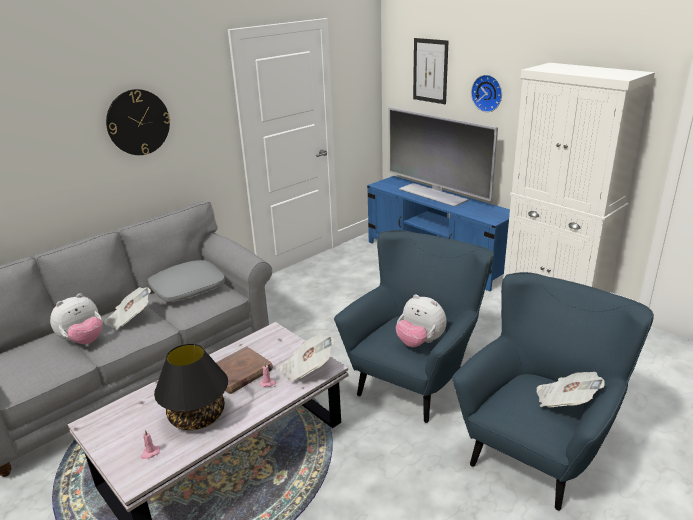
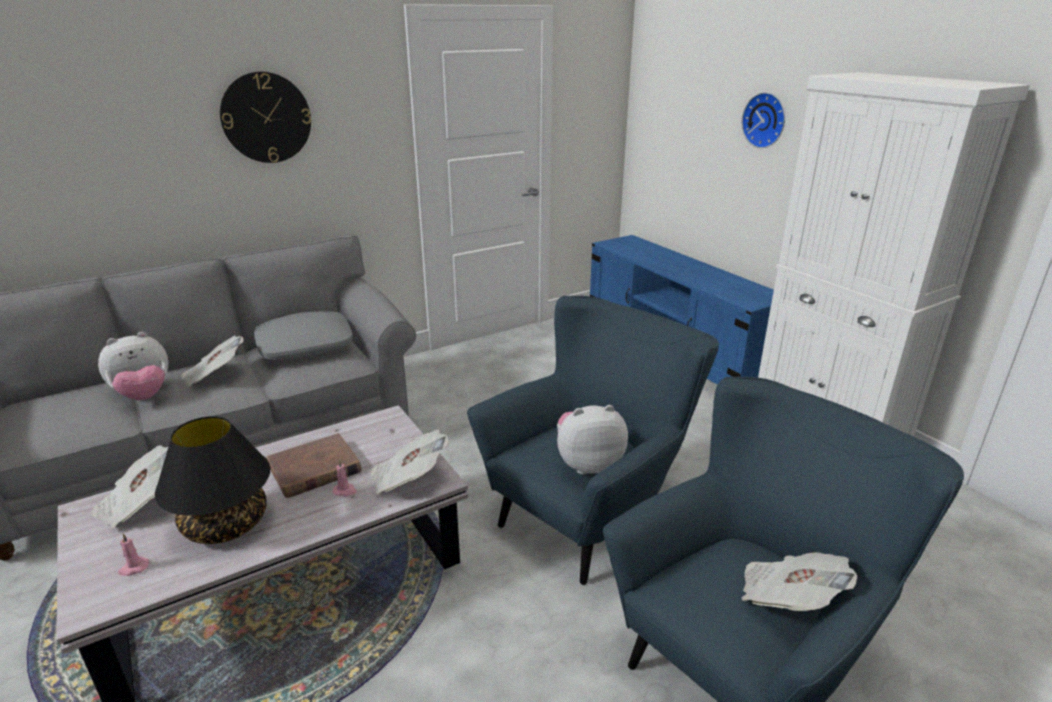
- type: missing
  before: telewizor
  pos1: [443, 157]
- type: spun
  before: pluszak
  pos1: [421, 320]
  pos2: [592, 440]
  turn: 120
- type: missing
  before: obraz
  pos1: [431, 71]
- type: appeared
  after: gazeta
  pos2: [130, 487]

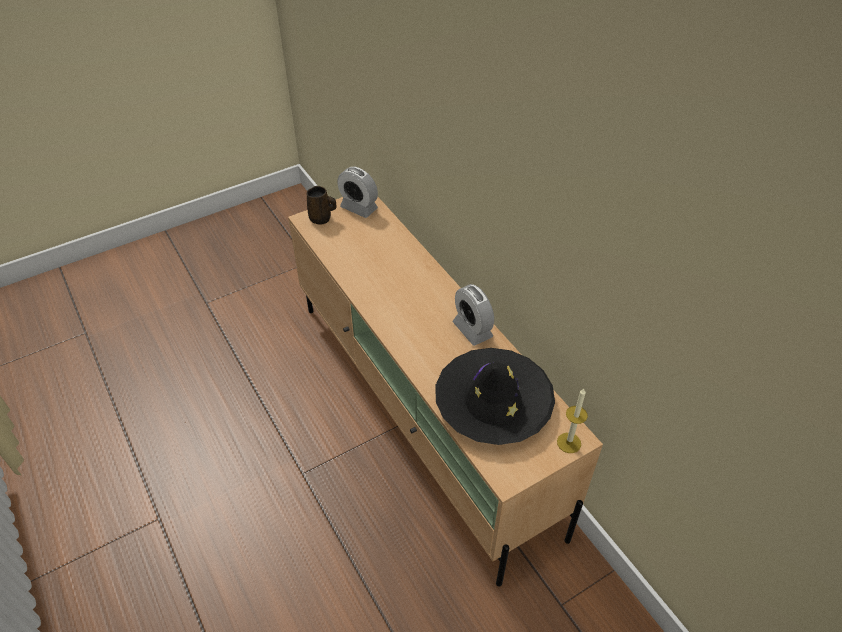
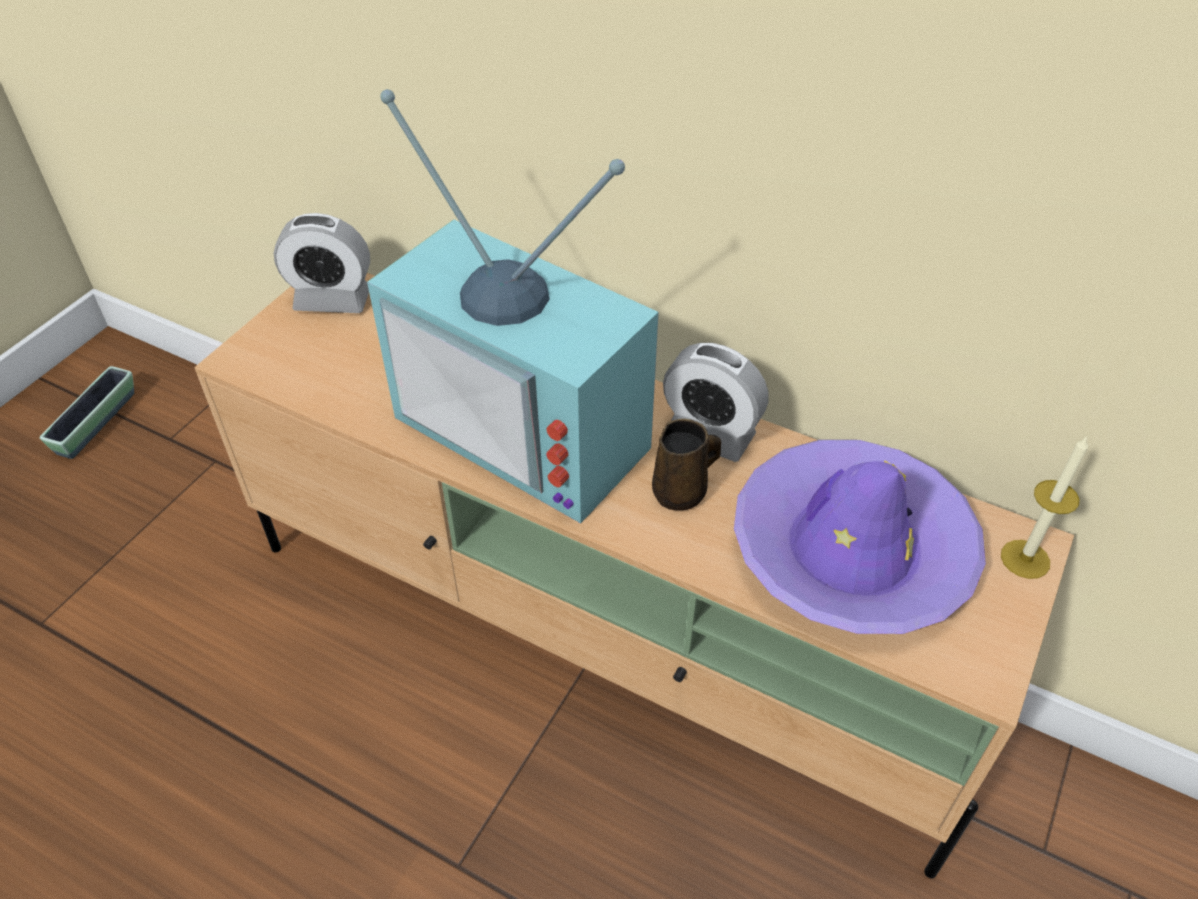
- type: relocated
  before: kubek (brązowy)
  pos1: [321, 205]
  pos2: [686, 464]
- type: colour
  before: kapelusz (czarny)
  after: kapelusz (fioletowy)
  pos1: [495, 396]
  pos2: [860, 537]
- type: appeared
  after: donica
  pos2: [87, 412]
- type: appeared
  after: telewizor
  pos2: [513, 306]

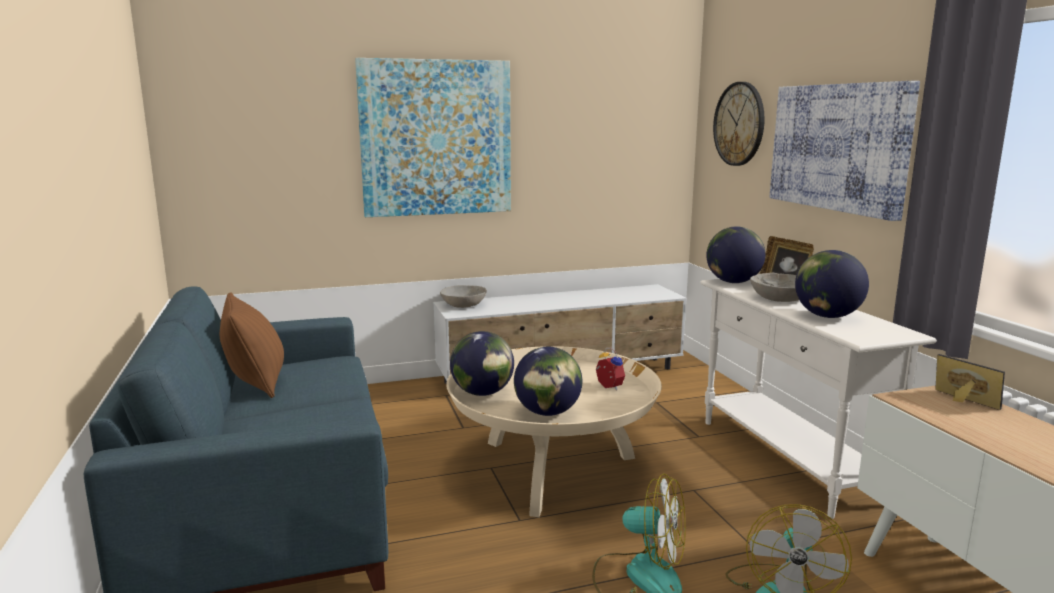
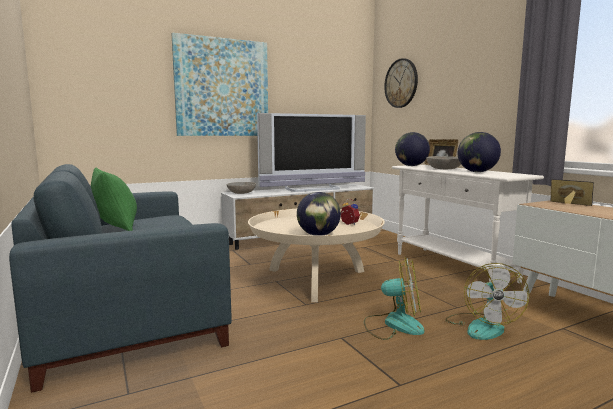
- type: colour
  before: poduszka (brązowy)
  after: poduszka (zielony)
  pos1: [252, 345]
  pos2: [114, 199]
- type: missing
  before: globus
  pos1: [482, 363]
- type: missing
  before: obraz
  pos1: [845, 151]
- type: appeared
  after: telewizor
  pos2: [311, 152]

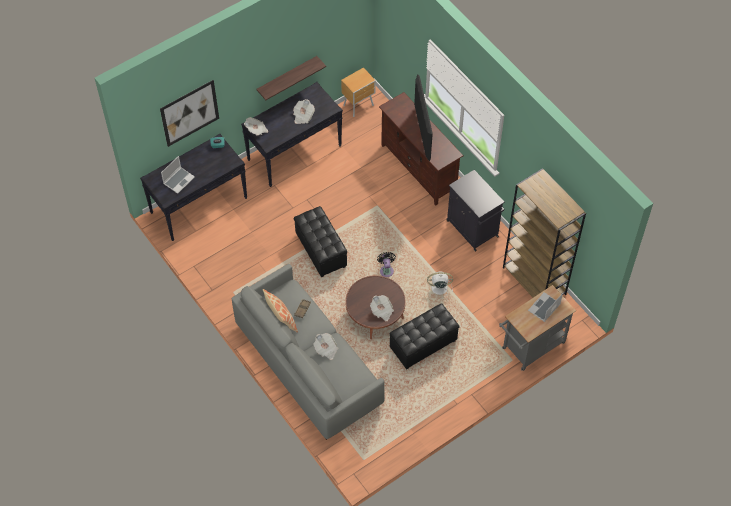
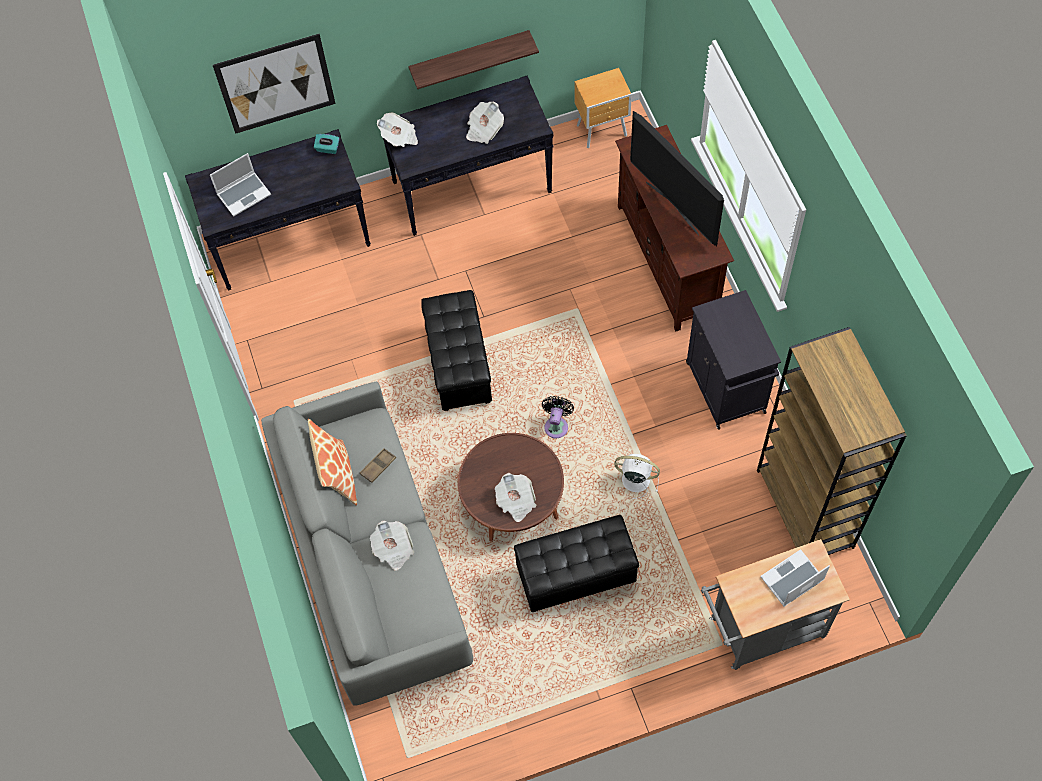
- type: spun
  before: telewizor
  pos1: [423, 118]
  pos2: [677, 178]
  turn: 135

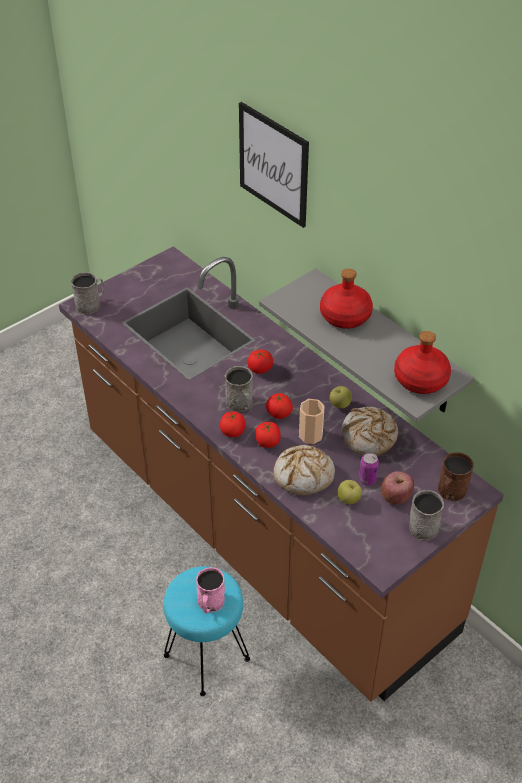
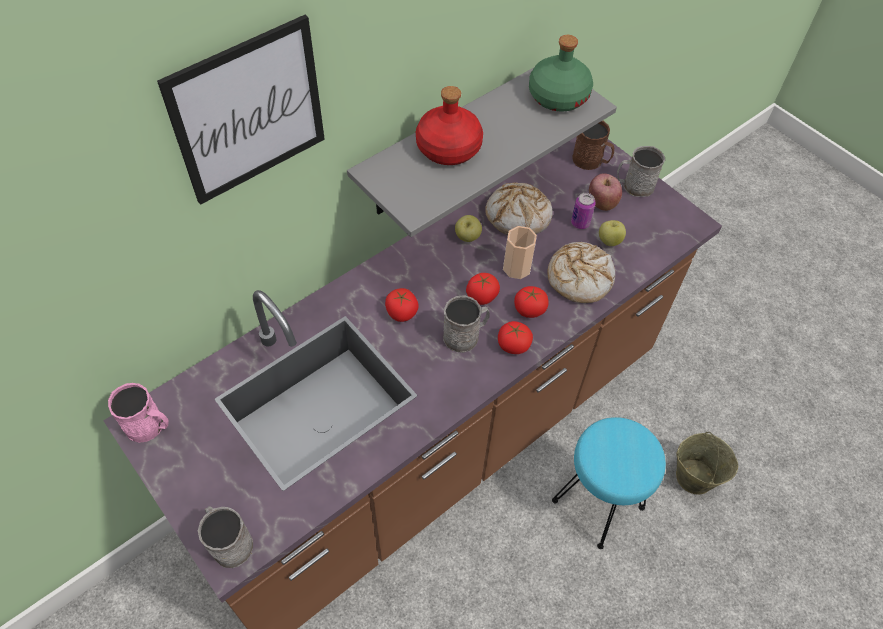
- type: relocated
  before: kubek (różowy)
  pos1: [210, 590]
  pos2: [138, 413]
- type: colour
  before: butelka (czerwony)
  after: butelka (zielony)
  pos1: [422, 362]
  pos2: [561, 73]
- type: appeared
  after: wiadro (beżowy)
  pos2: [707, 463]

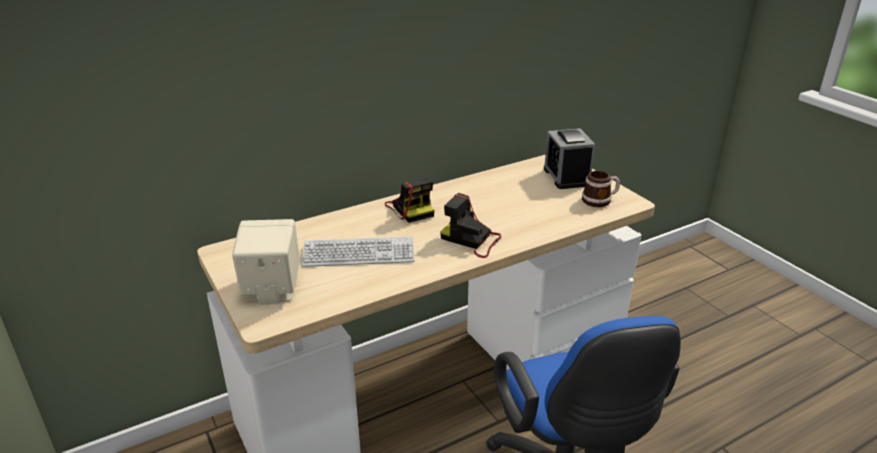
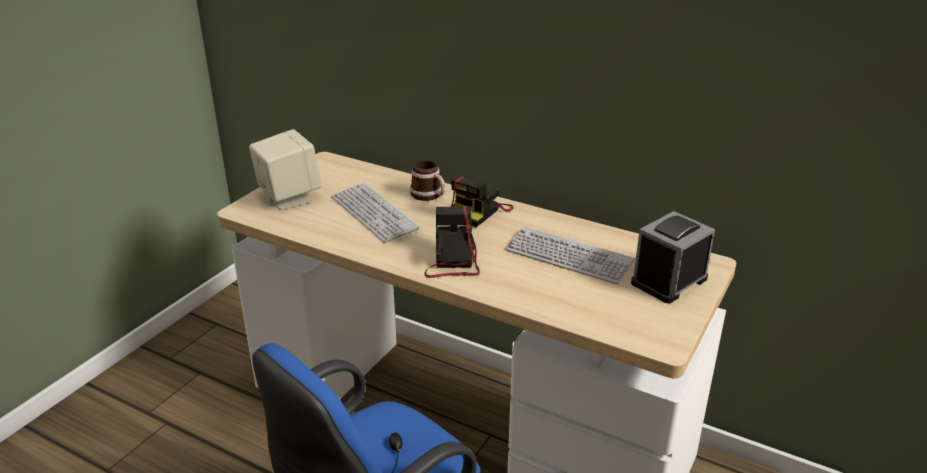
- type: relocated
  before: kubek
  pos1: [601, 189]
  pos2: [427, 181]
- type: appeared
  after: klawiatura
  pos2: [569, 255]

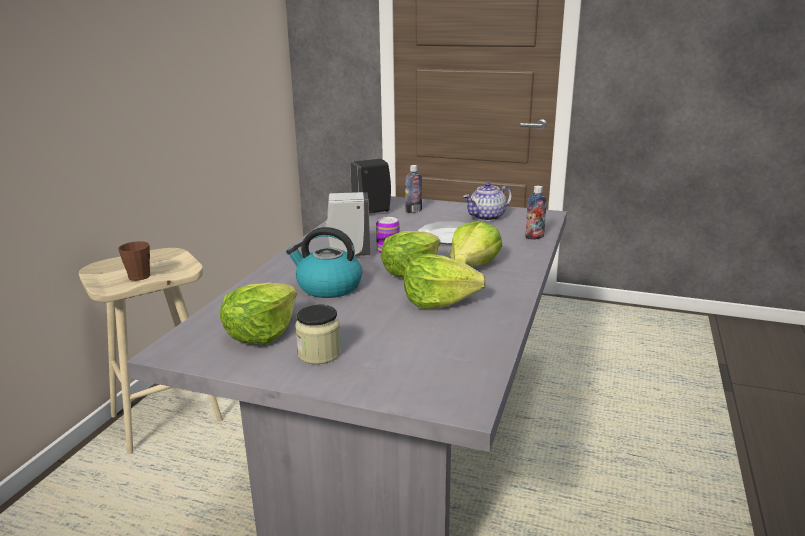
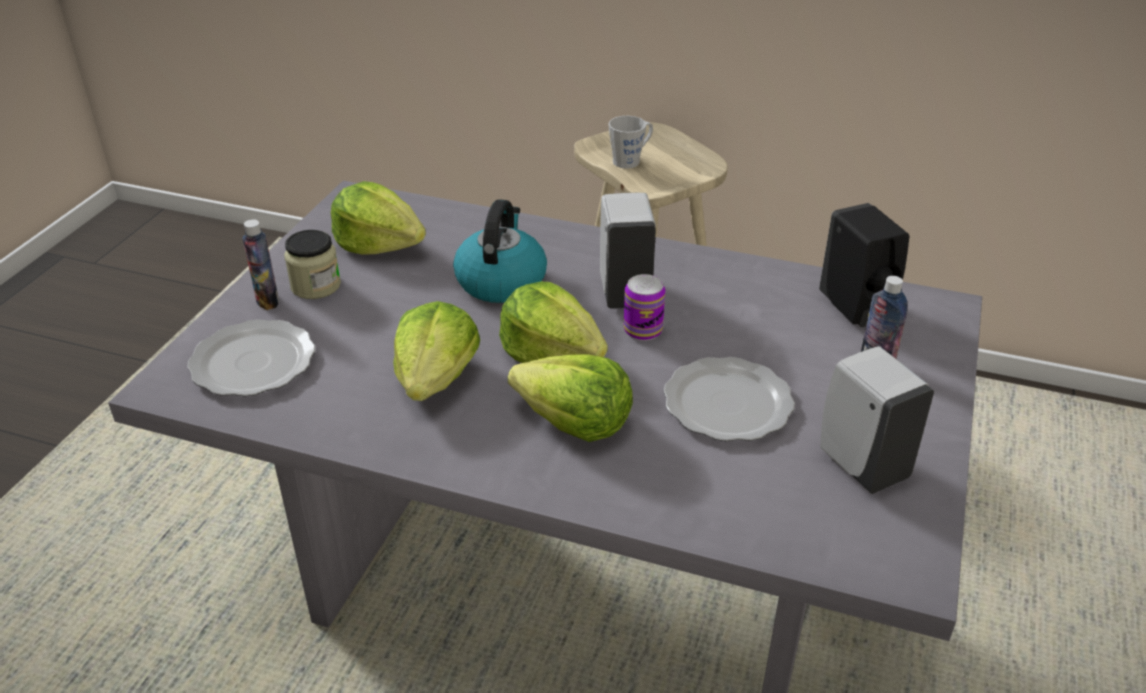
- type: colour
  before: kubek (brązowy)
  after: kubek (szary)
  pos1: [134, 261]
  pos2: [631, 142]
- type: exchanged
  before: imbryk
  after: dozownik mydła (biały)
  pos1: [487, 201]
  pos2: [877, 420]
- type: relocated
  before: butelka
  pos1: [536, 213]
  pos2: [260, 264]
- type: appeared
  after: talerz
  pos2: [251, 358]

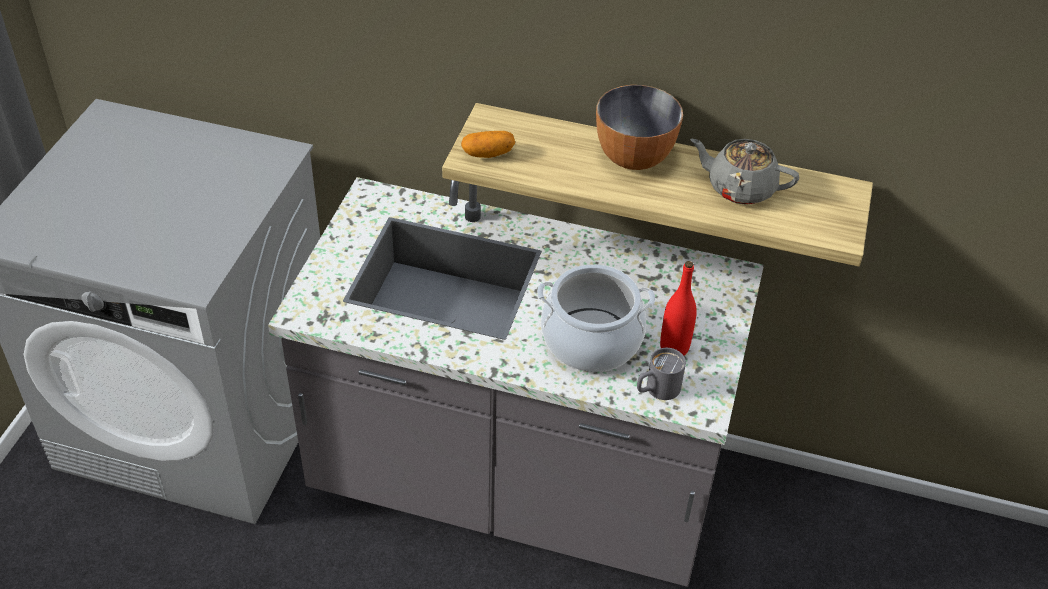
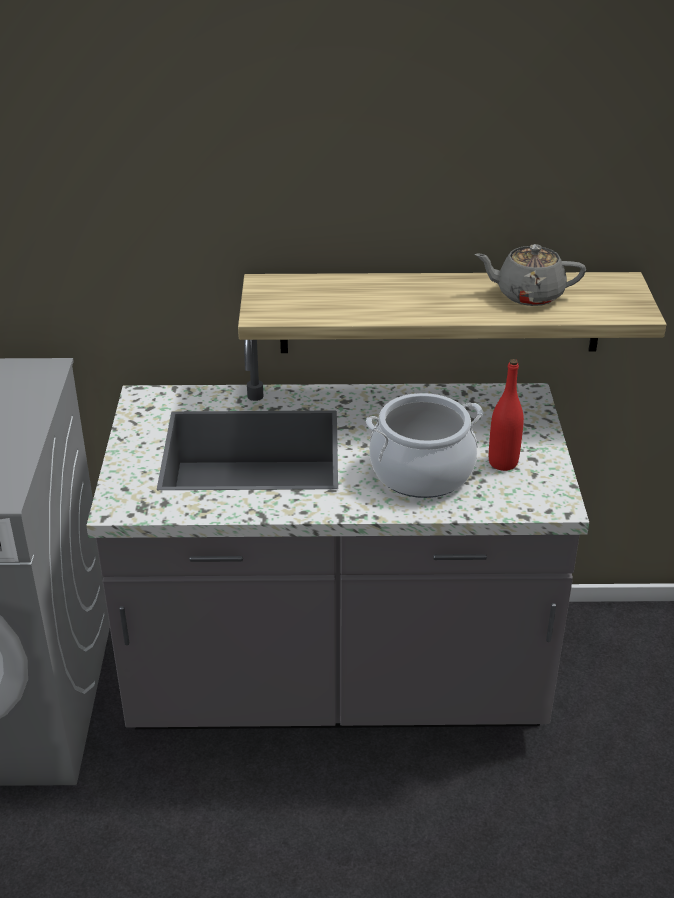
- type: missing
  before: ziemniak
  pos1: [488, 144]
- type: missing
  before: miska
  pos1: [639, 127]
- type: missing
  before: kubek (szary)
  pos1: [661, 374]

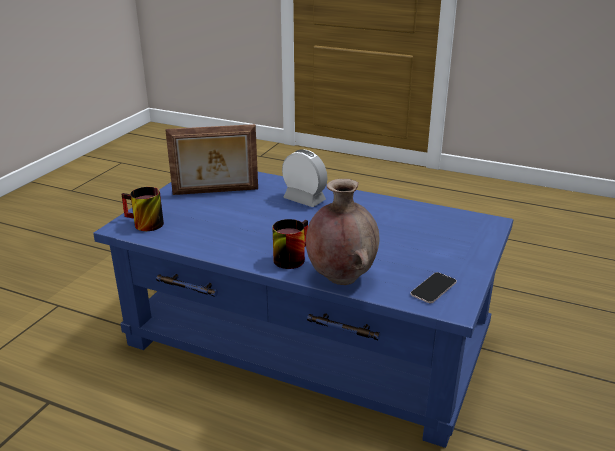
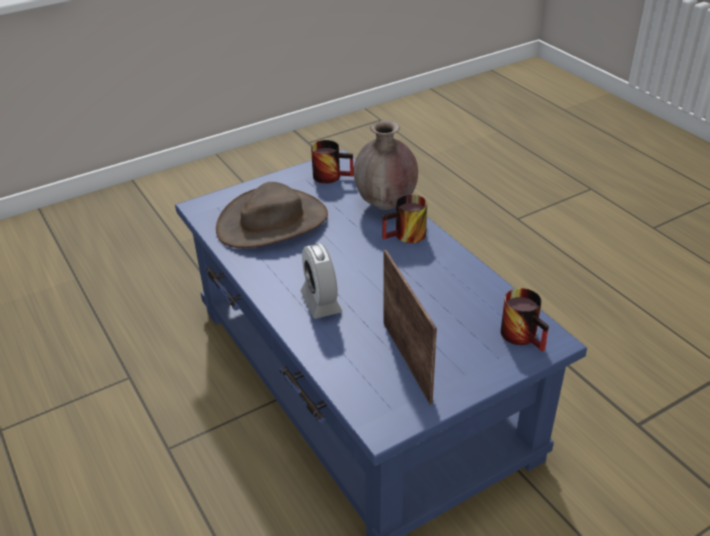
- type: spun
  before: ramka na zdjęcie
  pos1: [211, 159]
  pos2: [410, 327]
  turn: 45
- type: exchanged
  before: telefon
  after: kubek
  pos1: [433, 287]
  pos2: [332, 162]
- type: appeared
  after: kapelusz (brązowy)
  pos2: [272, 215]

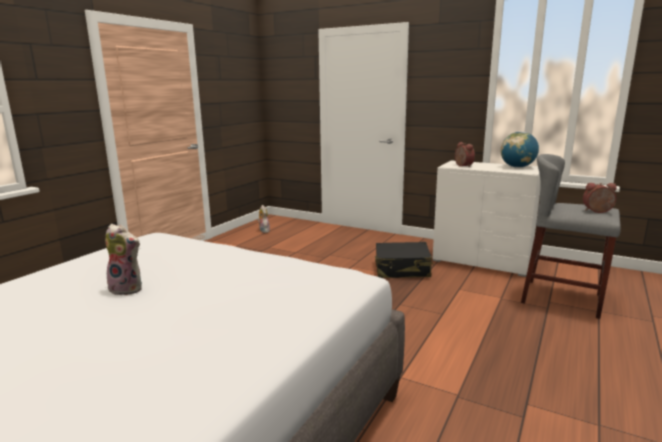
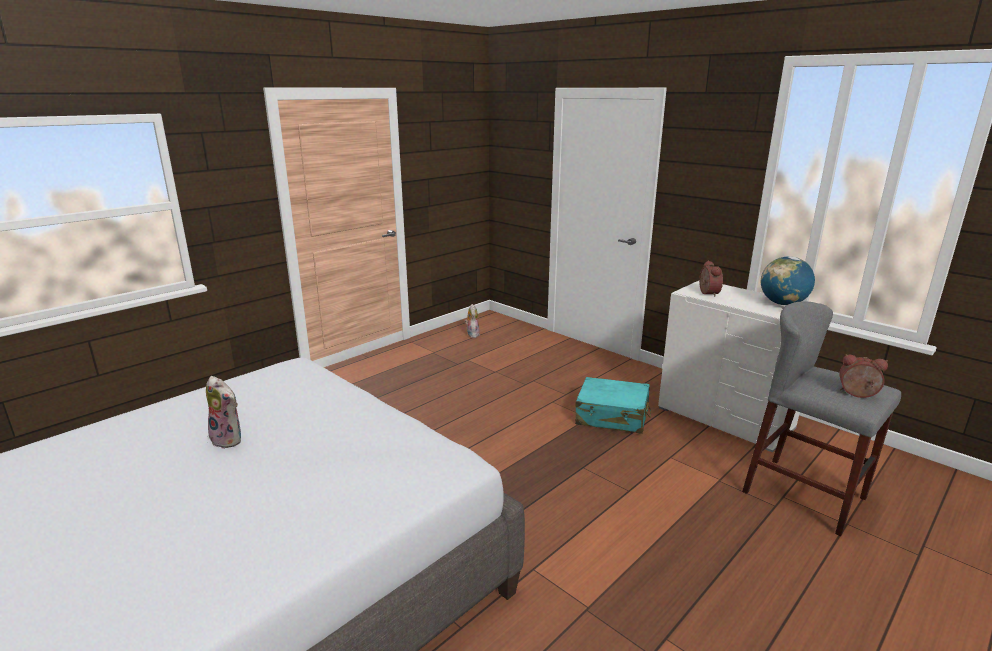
- type: colour
  before: walizka (czarny)
  after: walizka (turkusowy)
  pos1: [404, 260]
  pos2: [613, 405]

